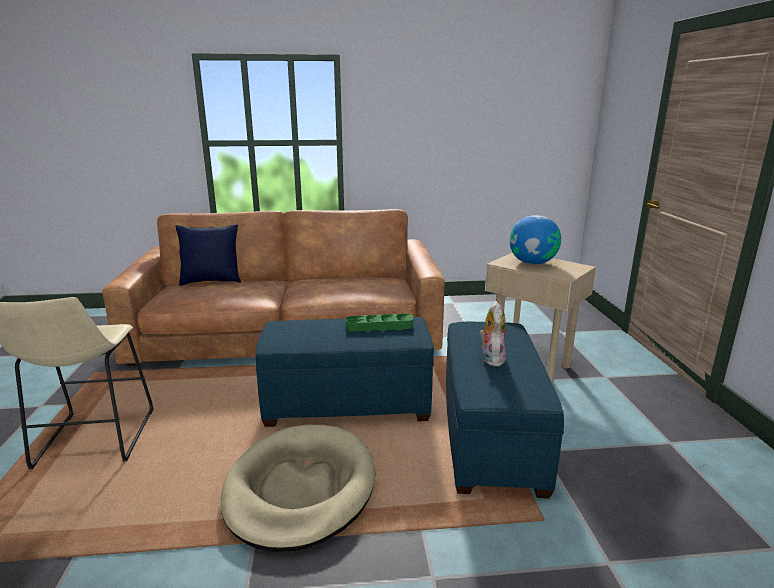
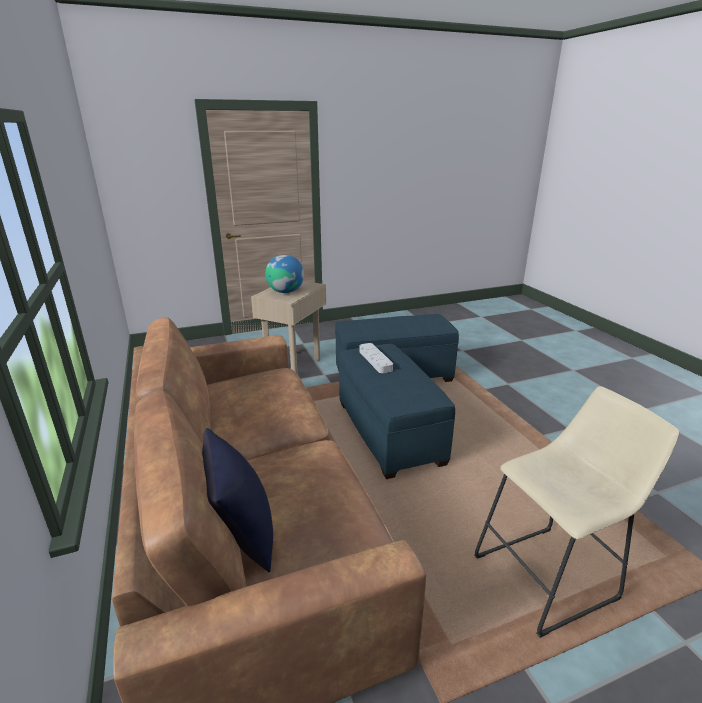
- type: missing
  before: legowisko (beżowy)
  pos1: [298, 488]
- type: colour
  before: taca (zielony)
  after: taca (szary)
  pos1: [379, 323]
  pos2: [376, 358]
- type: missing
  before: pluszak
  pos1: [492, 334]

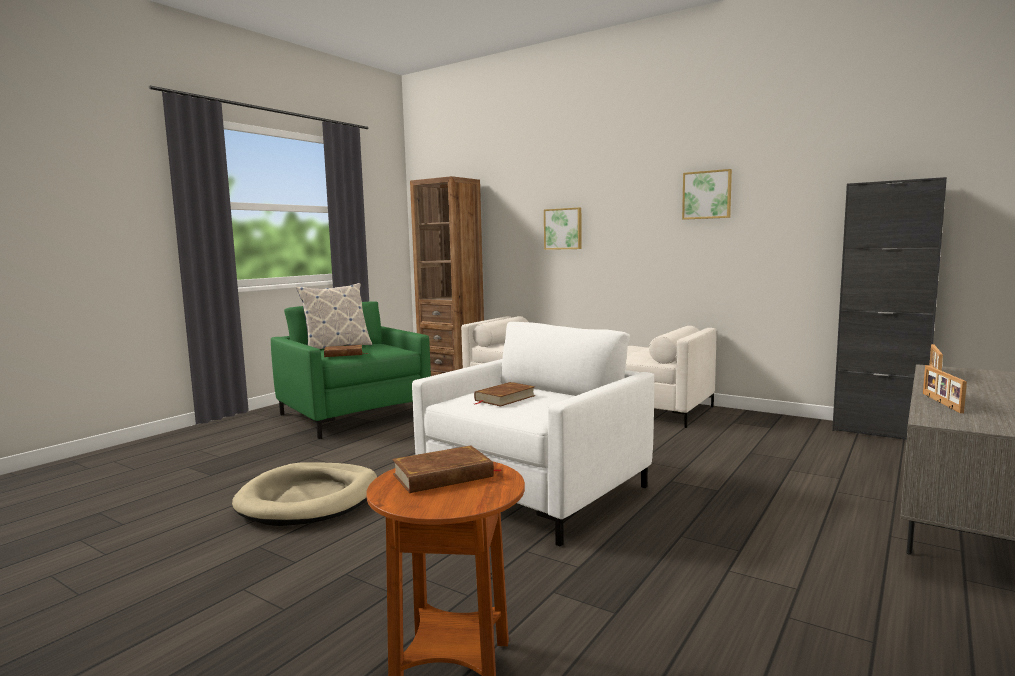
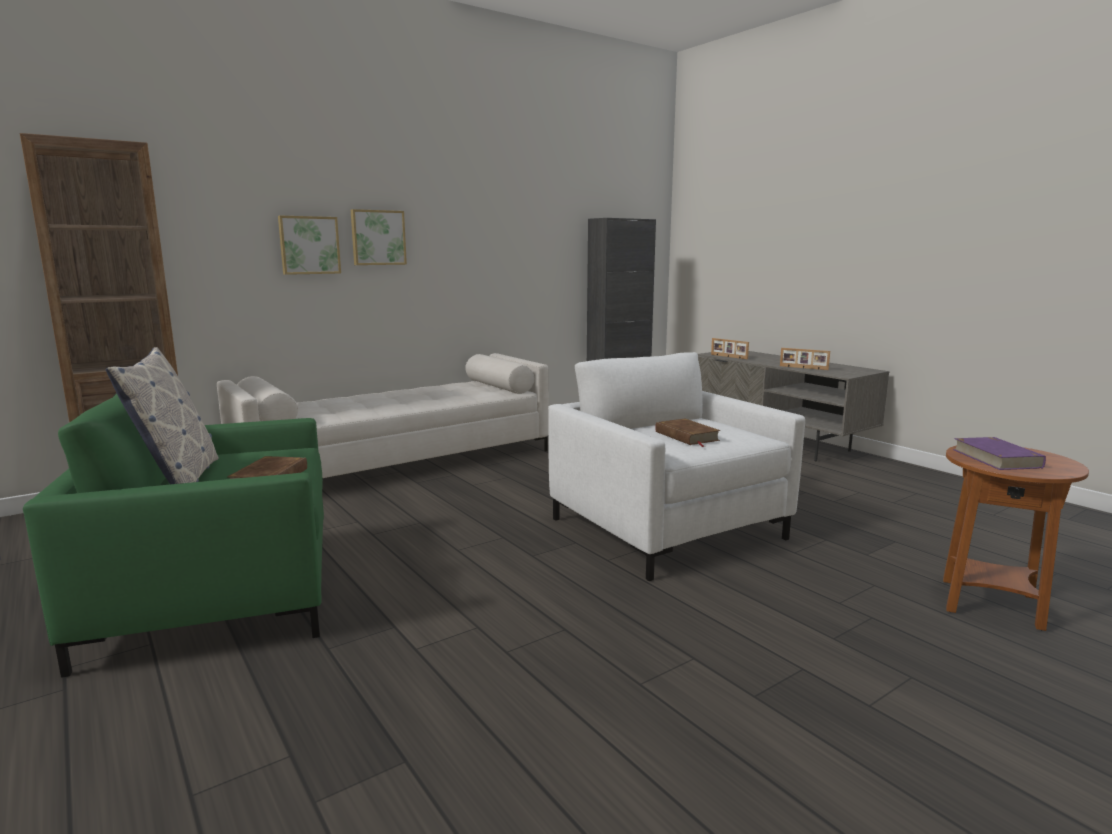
- type: missing
  before: legowisko (beżowy)
  pos1: [304, 494]
- type: colour
  before: książka (brązowy)
  after: książka (fioletowy)
  pos1: [447, 469]
  pos2: [999, 453]
- type: relocated
  before: obraz
  pos1: [707, 194]
  pos2: [379, 237]

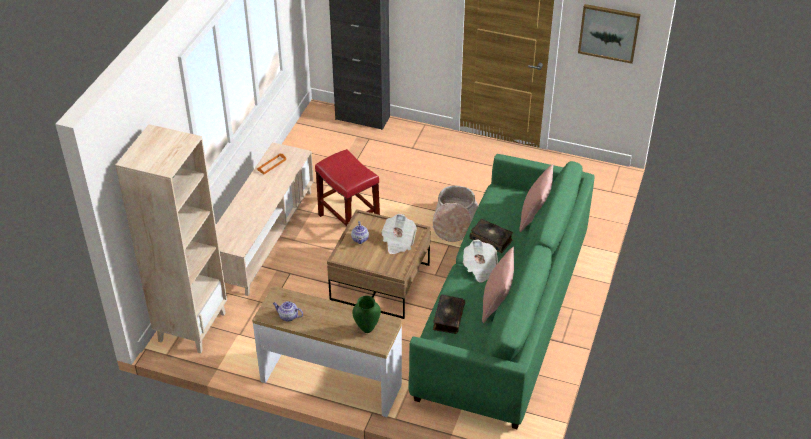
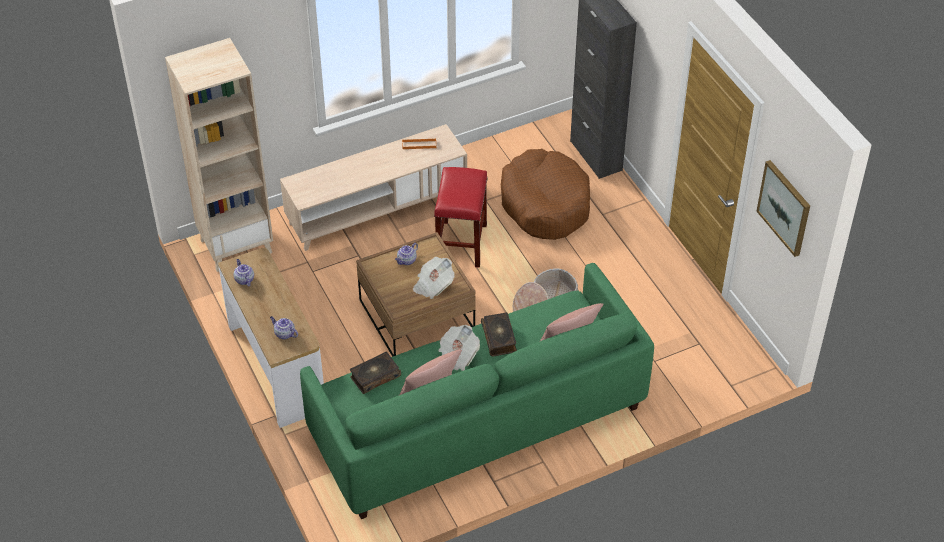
- type: exchanged
  before: wazon (zielony)
  after: imbryk
  pos1: [367, 314]
  pos2: [284, 328]
- type: appeared
  after: legowisko (brązowy)
  pos2: [545, 194]

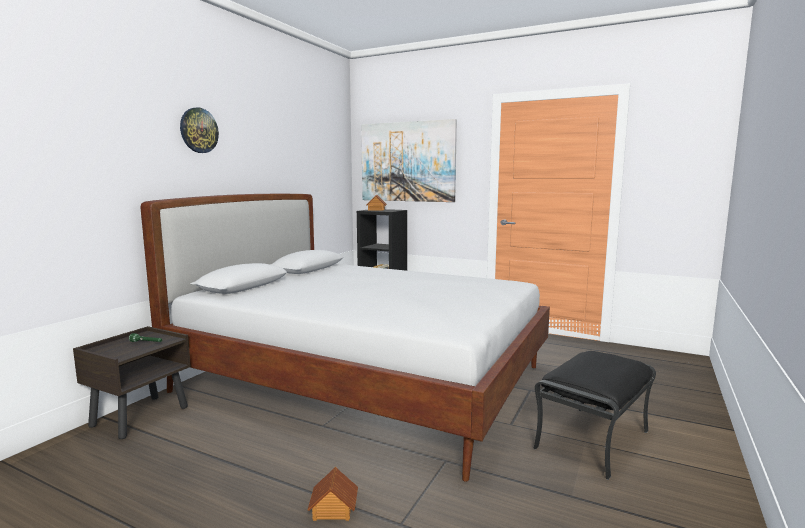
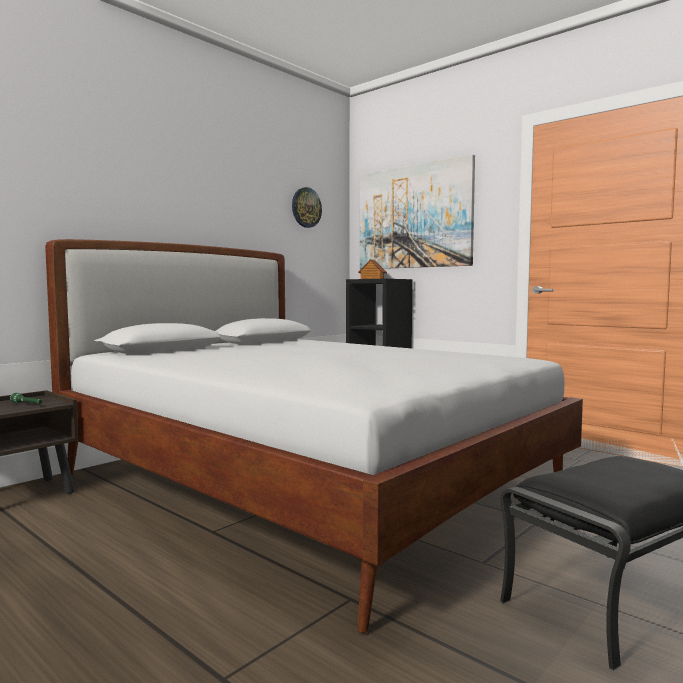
- type: relocated
  before: zegar ścienny
  pos1: [199, 130]
  pos2: [307, 207]
- type: missing
  before: domek
  pos1: [332, 494]

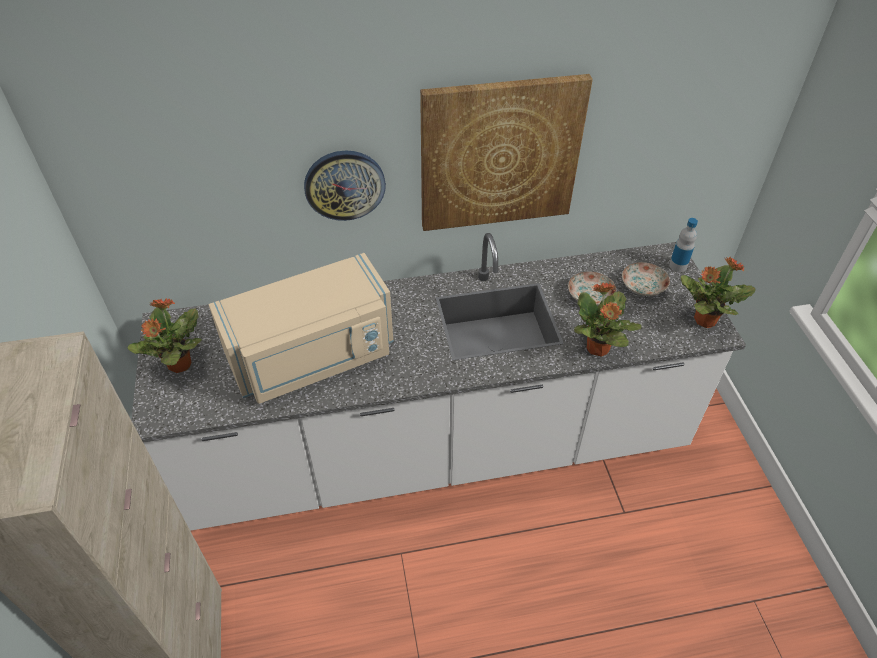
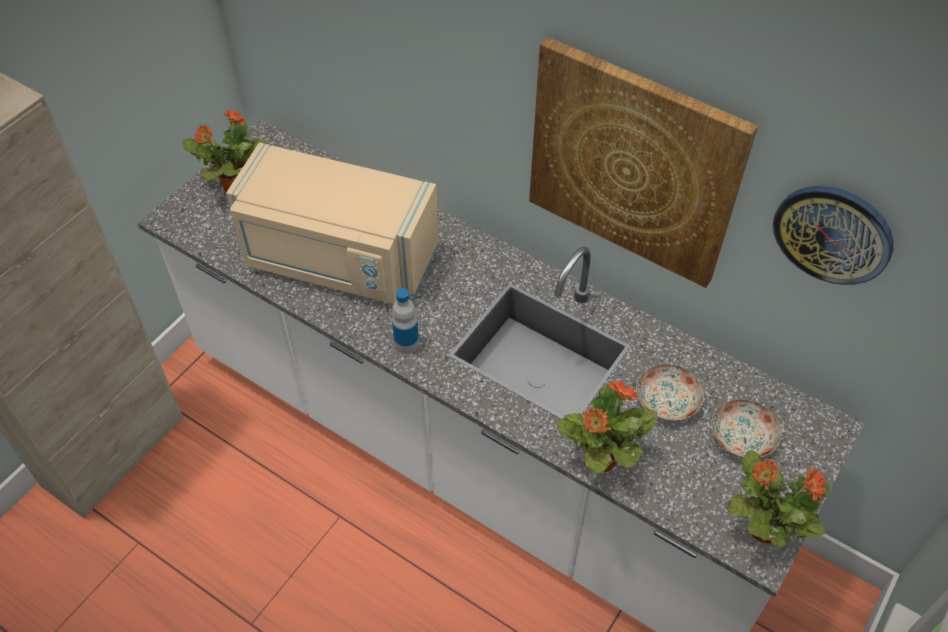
- type: relocated
  before: zegar ścienny
  pos1: [345, 186]
  pos2: [833, 235]
- type: relocated
  before: butelka
  pos1: [683, 245]
  pos2: [405, 321]

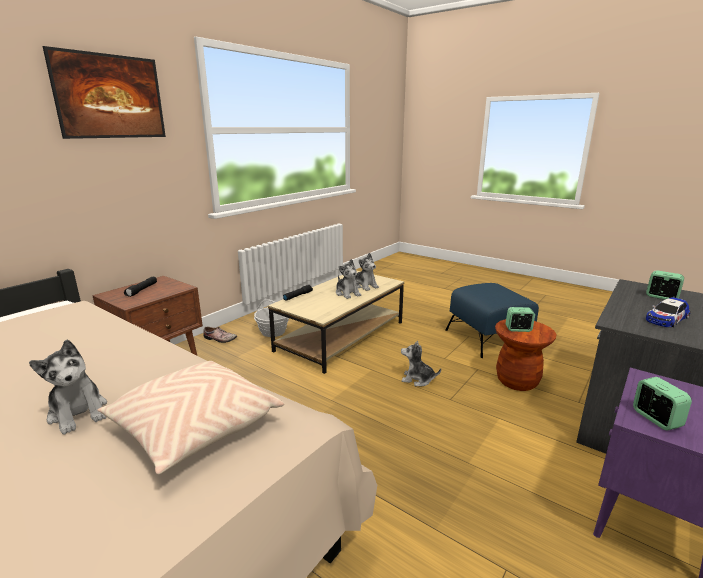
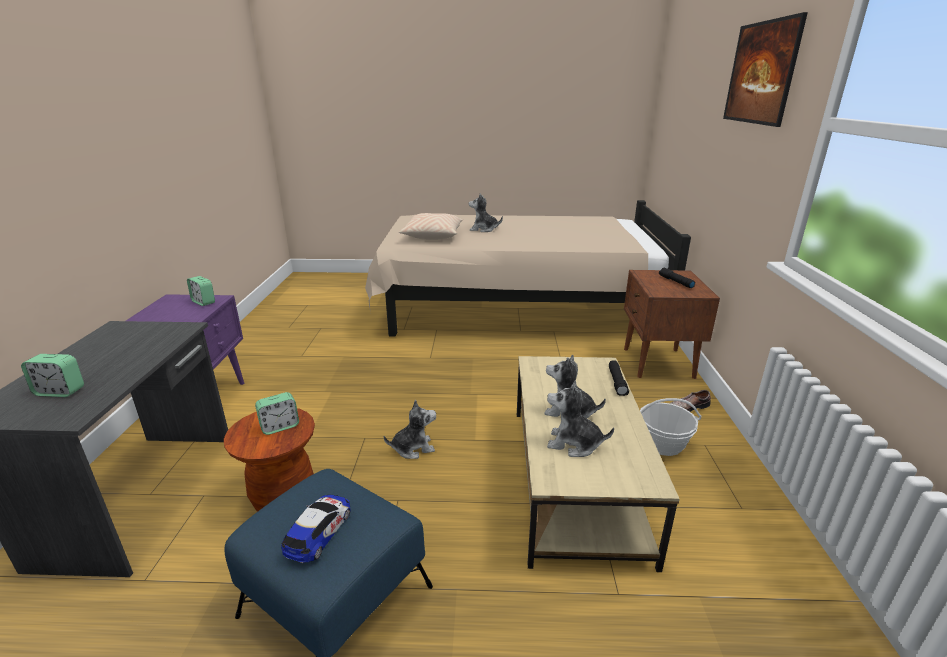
- type: relocated
  before: samochodzik
  pos1: [668, 312]
  pos2: [316, 529]

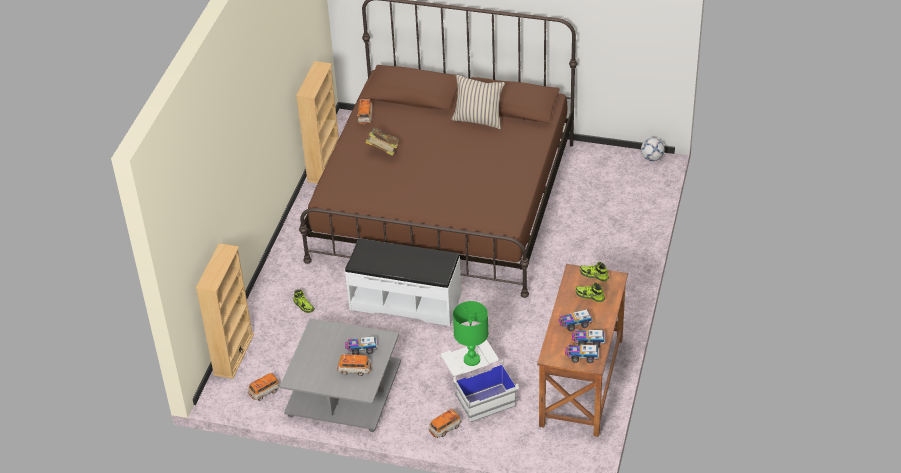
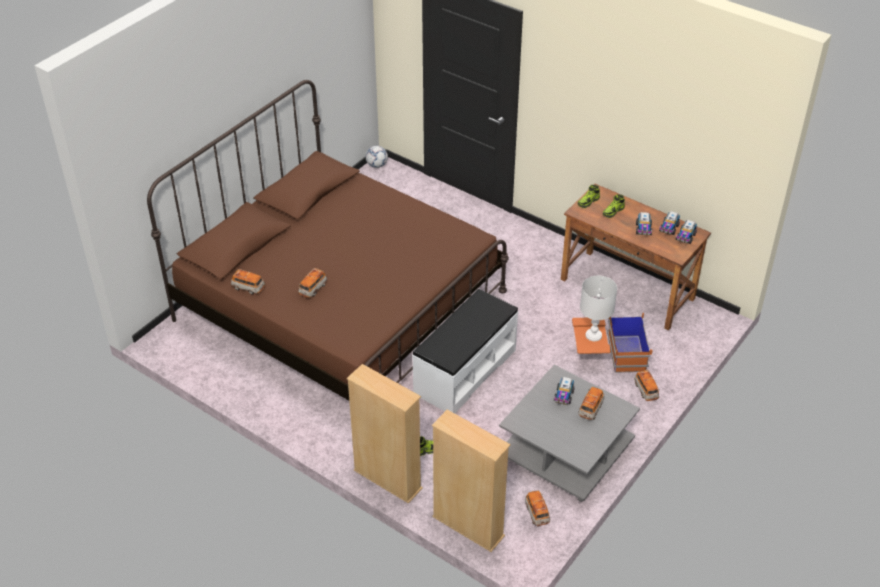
- type: relocated
  before: regał (beżowy)
  pos1: [317, 122]
  pos2: [385, 434]
- type: exchanged
  before: książka
  after: samochodzik
  pos1: [382, 141]
  pos2: [312, 283]
- type: colour
  before: pojemnik do przechowywania (biały)
  after: pojemnik do przechowywania (pomarańczowy)
  pos1: [480, 380]
  pos2: [612, 343]
- type: missing
  before: poduszka (beżowy)
  pos1: [478, 101]
- type: colour
  before: lampa stołowa (zielony)
  after: lampa stołowa (biały)
  pos1: [471, 333]
  pos2: [598, 308]

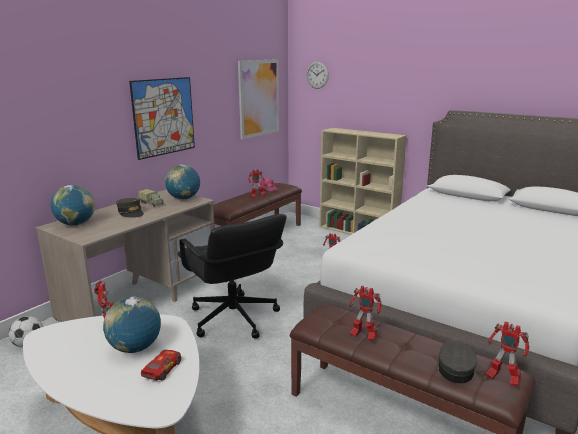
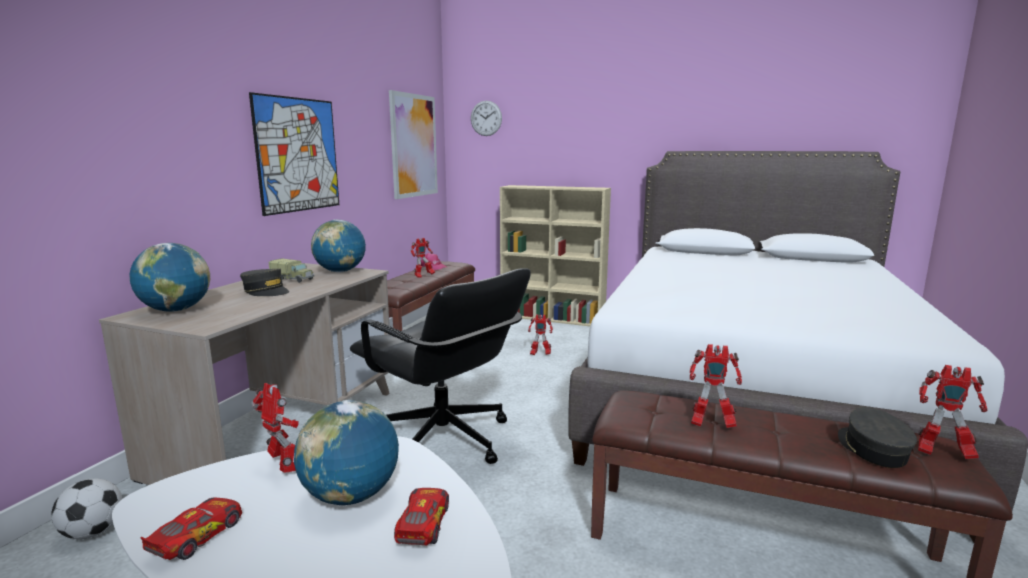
- type: appeared
  after: samochodzik
  pos2: [191, 528]

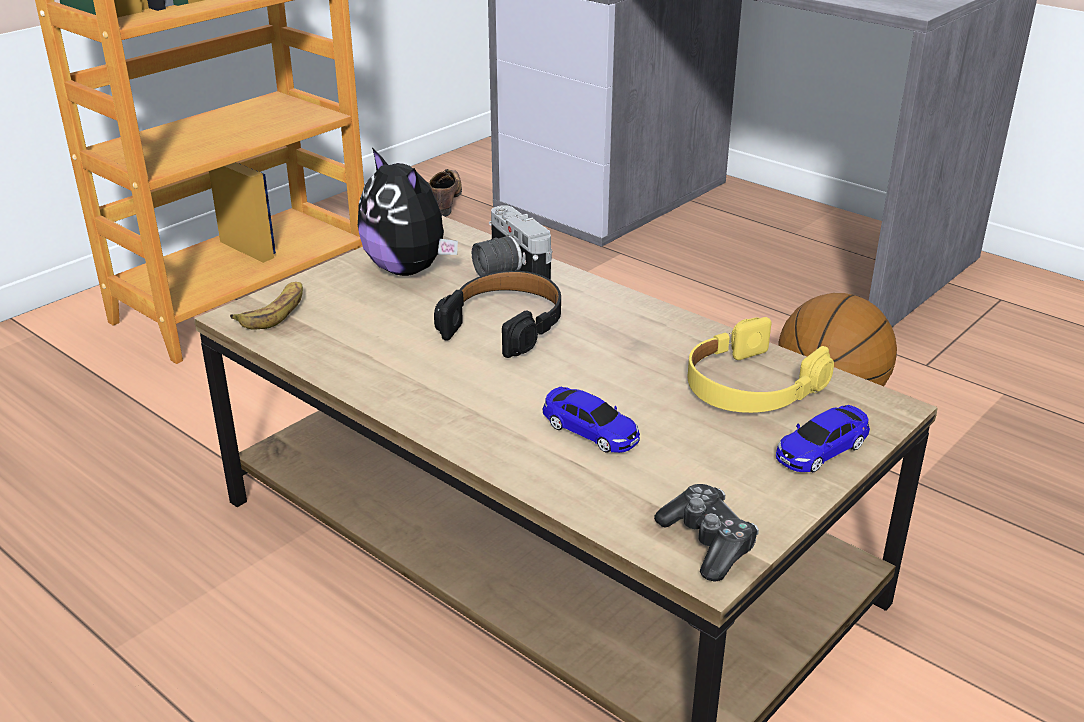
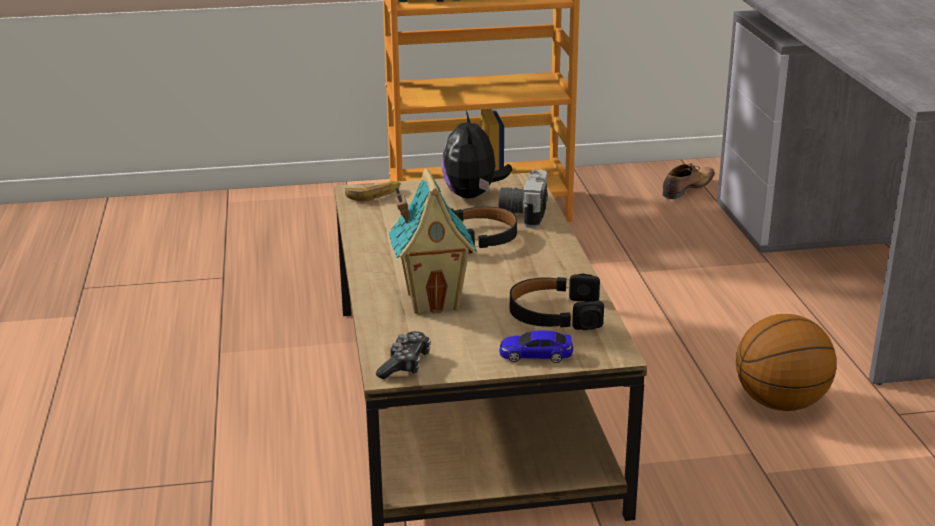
- type: exchanged
  before: samochodzik
  after: domek
  pos1: [591, 420]
  pos2: [432, 241]
- type: colour
  before: słuchawki (żółty)
  after: słuchawki (czarny)
  pos1: [761, 365]
  pos2: [557, 302]

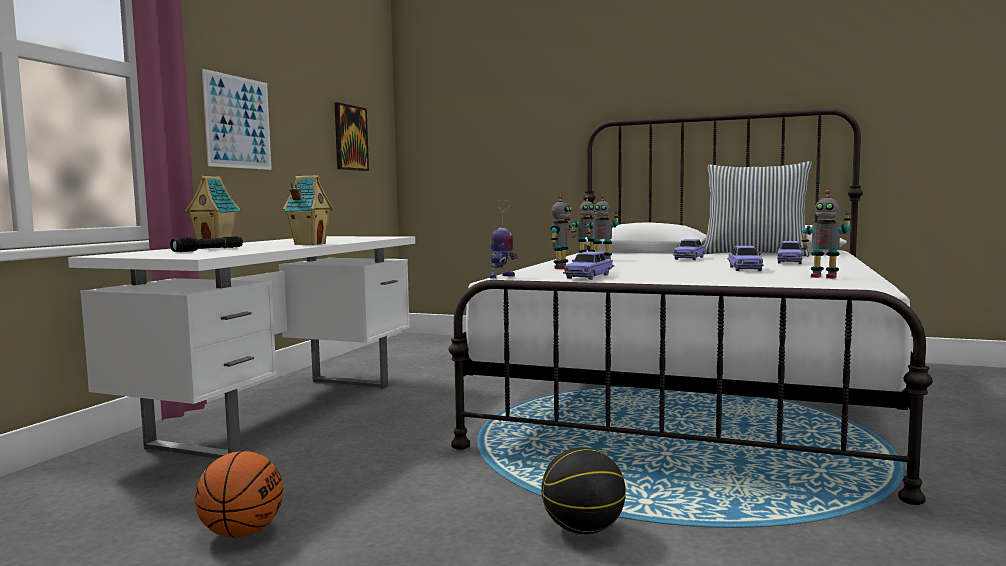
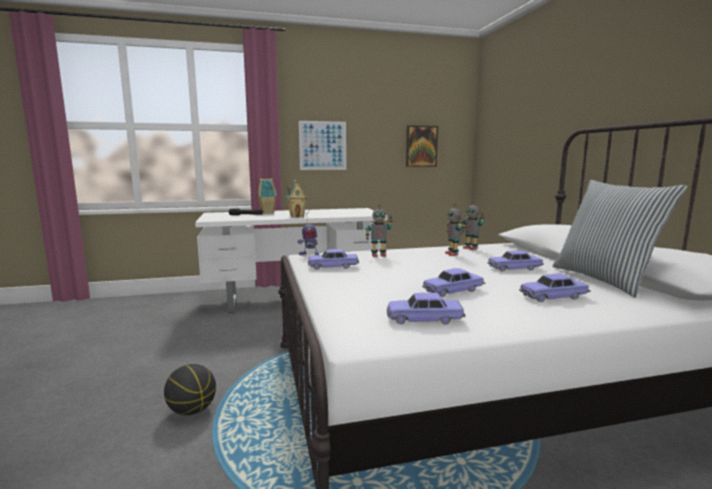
- type: missing
  before: piłka do koszykówki
  pos1: [239, 494]
- type: exchanged
  before: robot zabawkowy
  after: samochodzik
  pos1: [826, 234]
  pos2: [426, 309]

